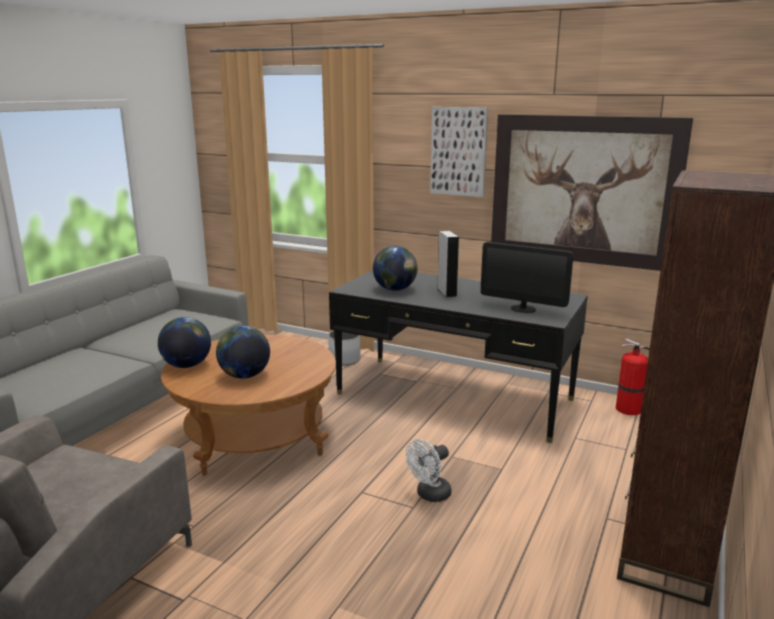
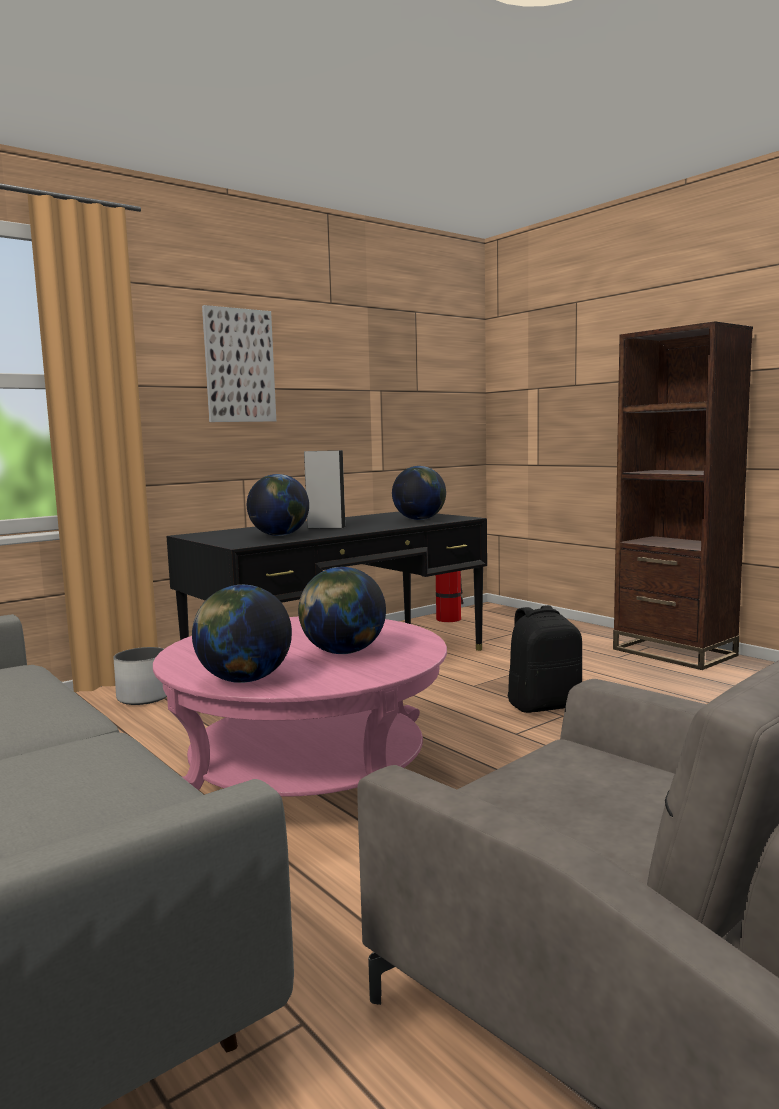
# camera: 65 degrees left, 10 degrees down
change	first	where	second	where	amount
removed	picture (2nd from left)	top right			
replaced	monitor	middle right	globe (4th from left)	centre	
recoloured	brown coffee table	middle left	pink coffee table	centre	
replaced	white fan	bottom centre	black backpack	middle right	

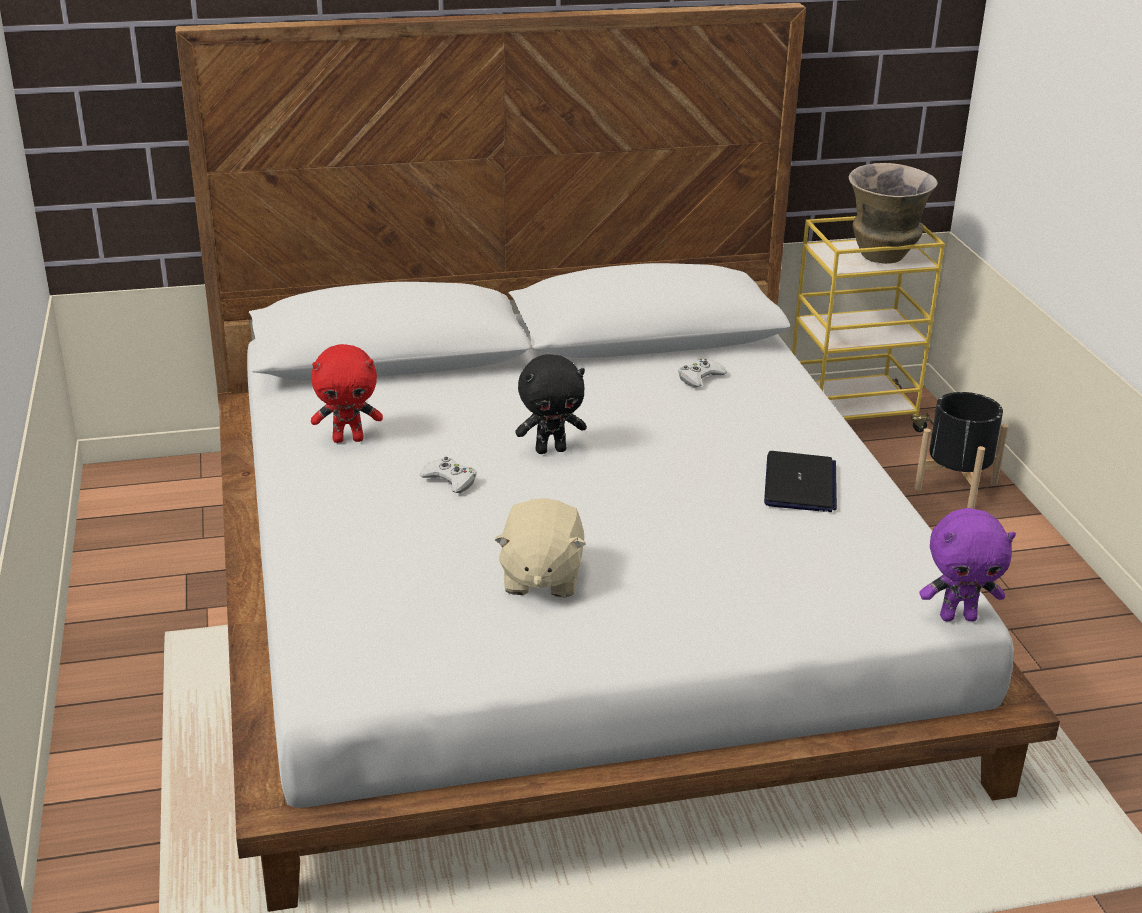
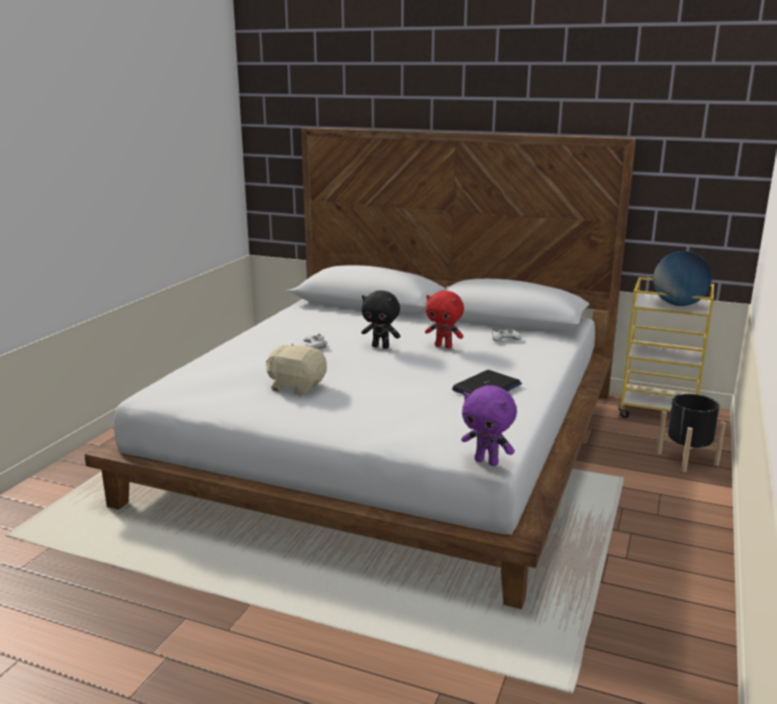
# camera: 35 degrees right, 10 degrees down
change	first	where	second	where	amount
replaced	vase	top right	globe	middle right	
moved	red plush toy	middle left		centre	
turned	beige plush toy	centre		centre	75 degrees clockwise

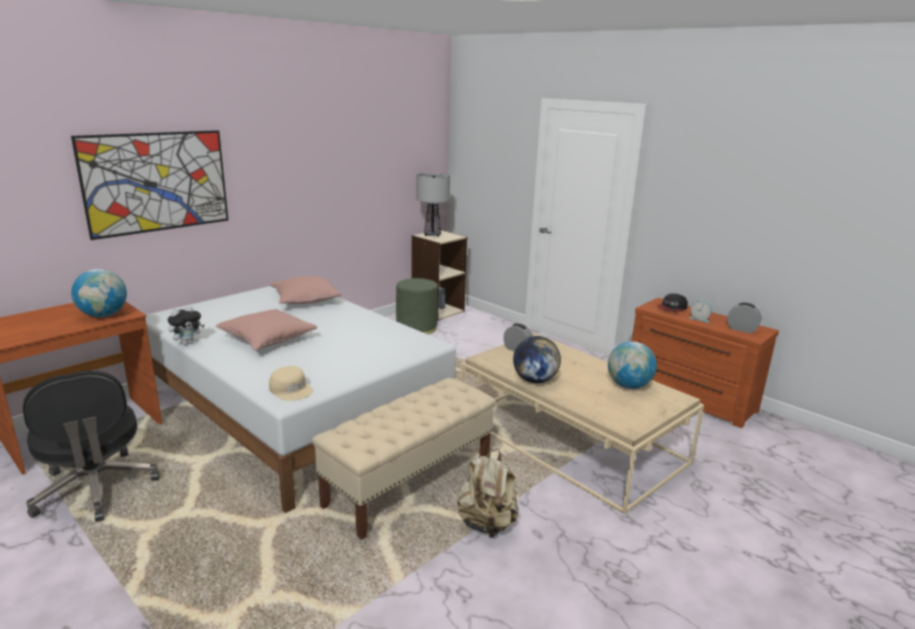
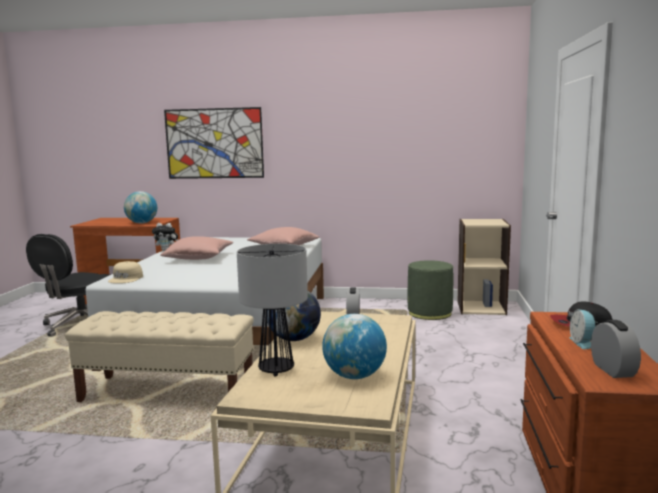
# camera: 55 degrees right, 10 degrees down
change	first	where	second	where	amount
moved	table lamp	top centre		centre	
removed	beige backpack	bottom centre			

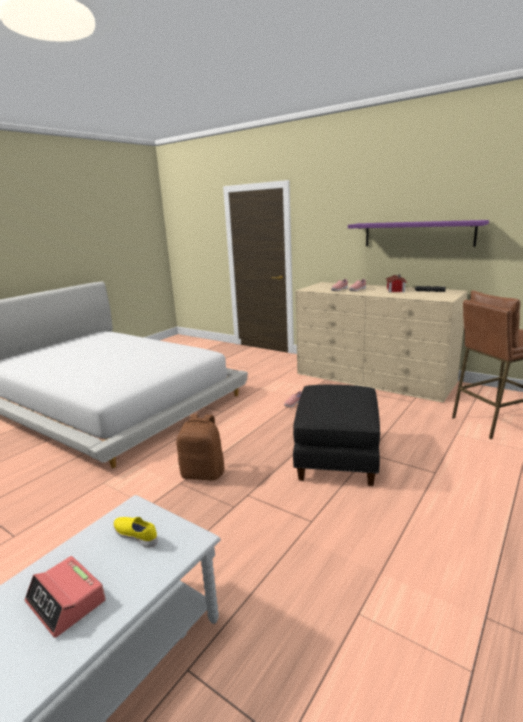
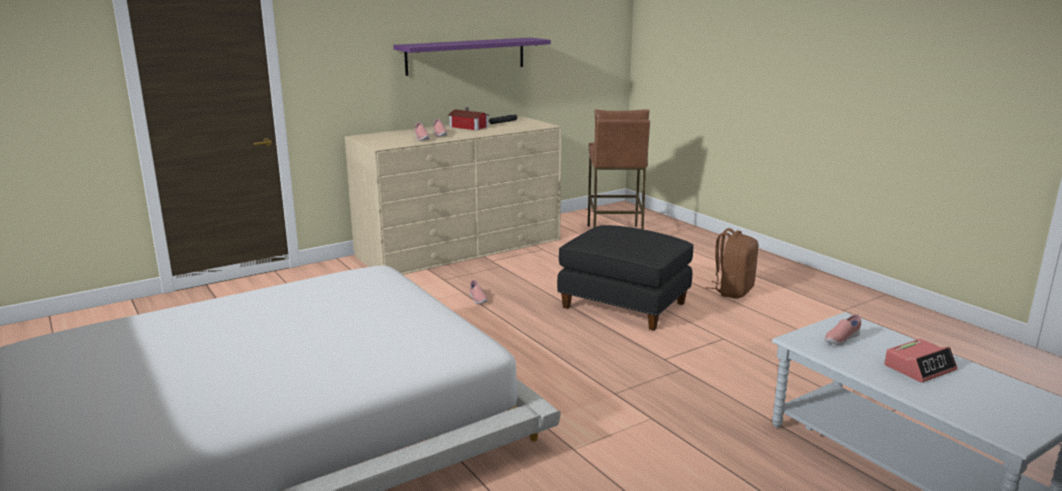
# camera: 70 degrees left, 0 degrees up
change	first	where	second	where	amount
moved	brown backpack	centre		middle right	
recoloured	yellow shoe	bottom left	pink shoe (4th from left)	bottom right	

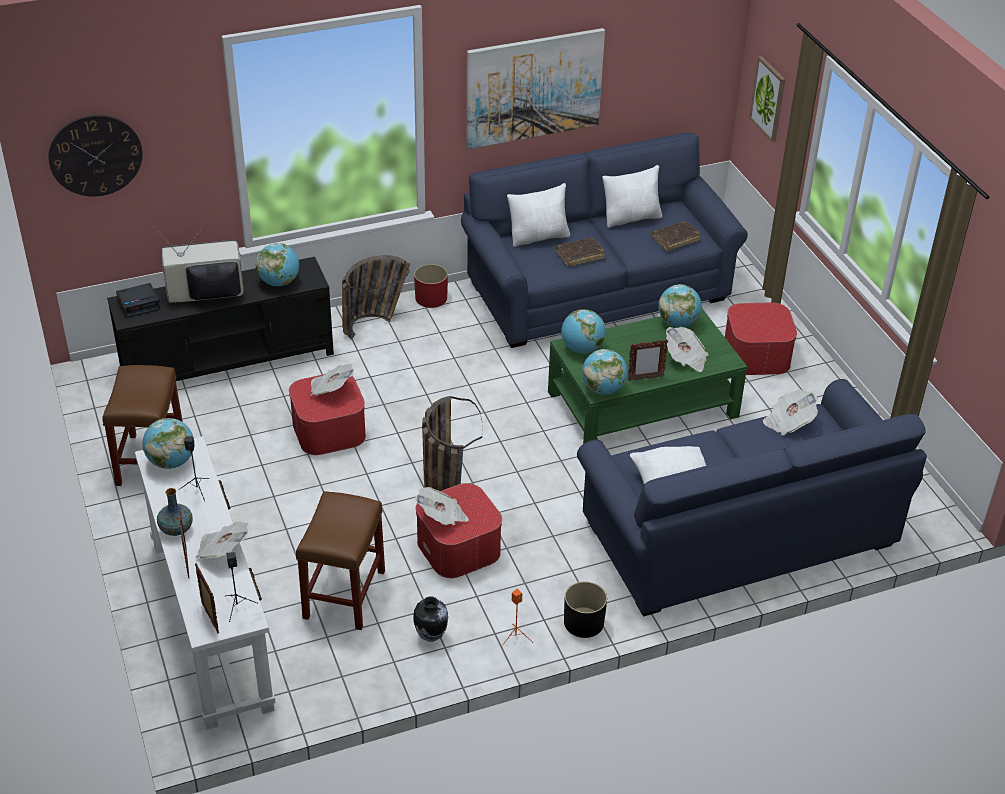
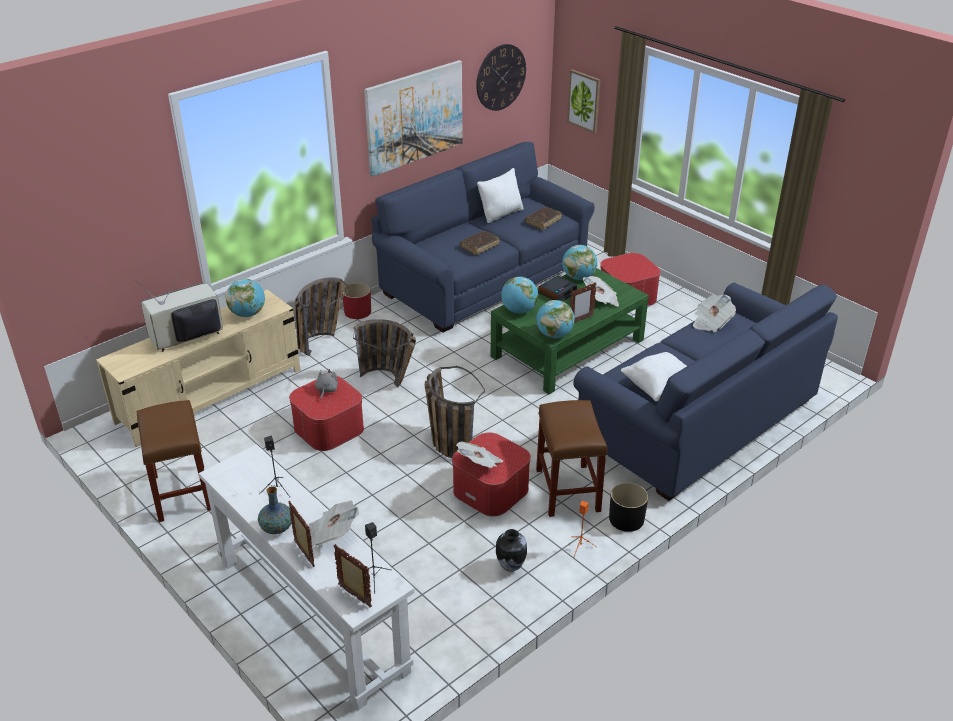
# camera: 20 degrees left, 5 degrees down
change	first	where	second	where	amount
moved	wall clock	top left		top centre	
removed	white pillow (1st from left)	top centre			
recoloured	black tv stand	middle left	beige tv stand	middle left	
moved	alarm clock	middle left		centre	
replaced	newspaper (2nd from left)	middle left	grey plush toy	centre	
removed	globe (1st from left)	middle left			
moved	brown stool (2nd from left)	bottom centre		centre	
added			basket (2nd from left)	centre	

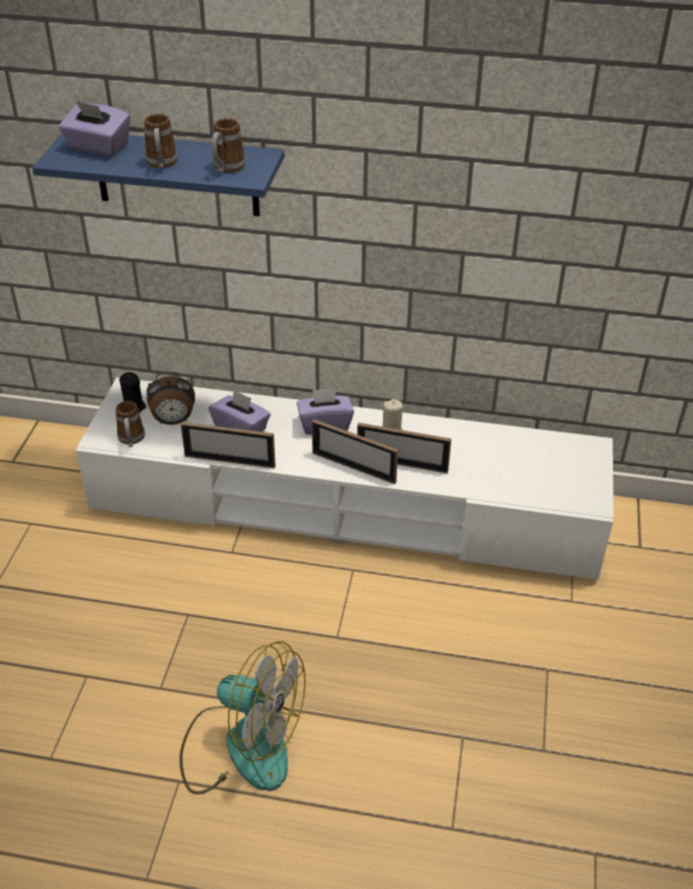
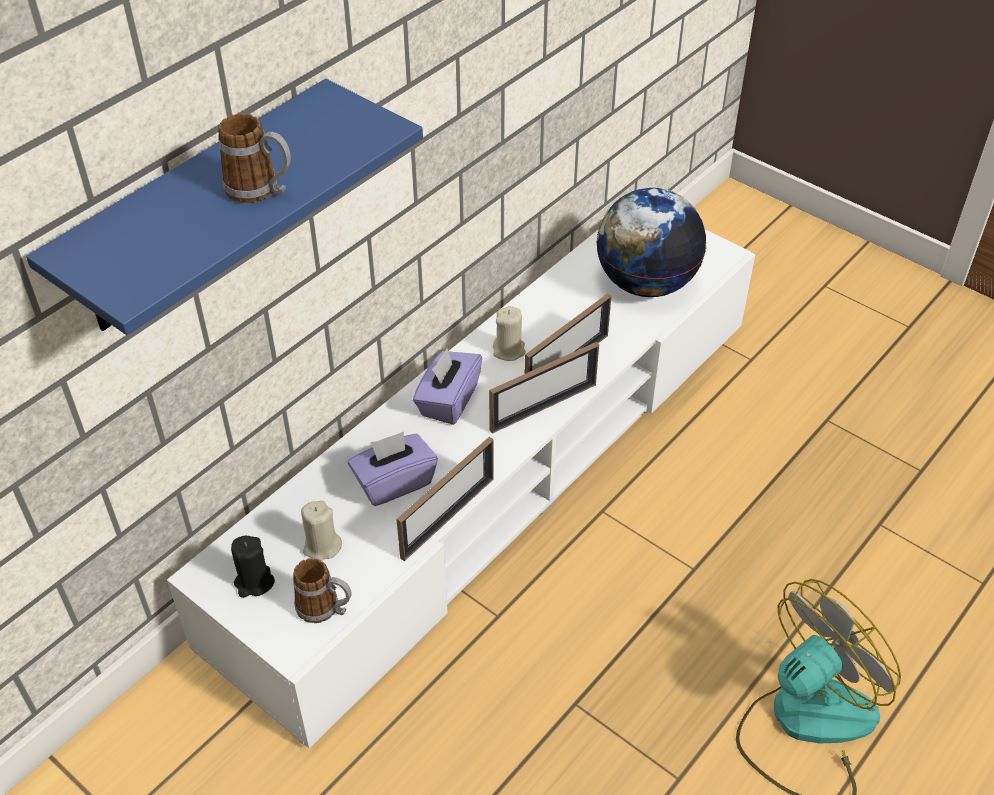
# camera: 60 degrees left, 5 degrees up
change	first	where	second	where	amount
removed	purple tissue box (1st from left)	top left			
removed	mug (3rd from left)	top left			
replaced	alarm clock	middle left	beige candle (1st from left)	bottom left	
added			globe	top centre	

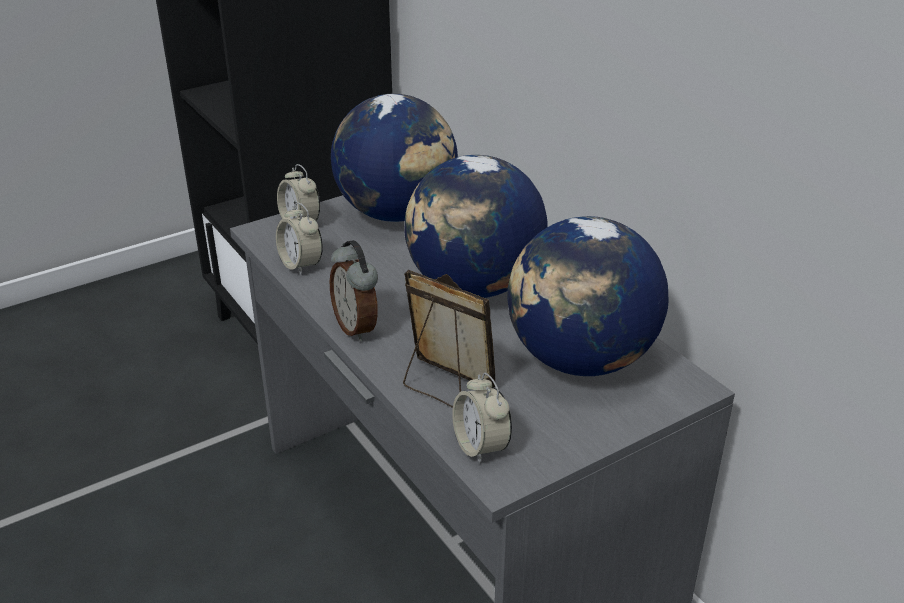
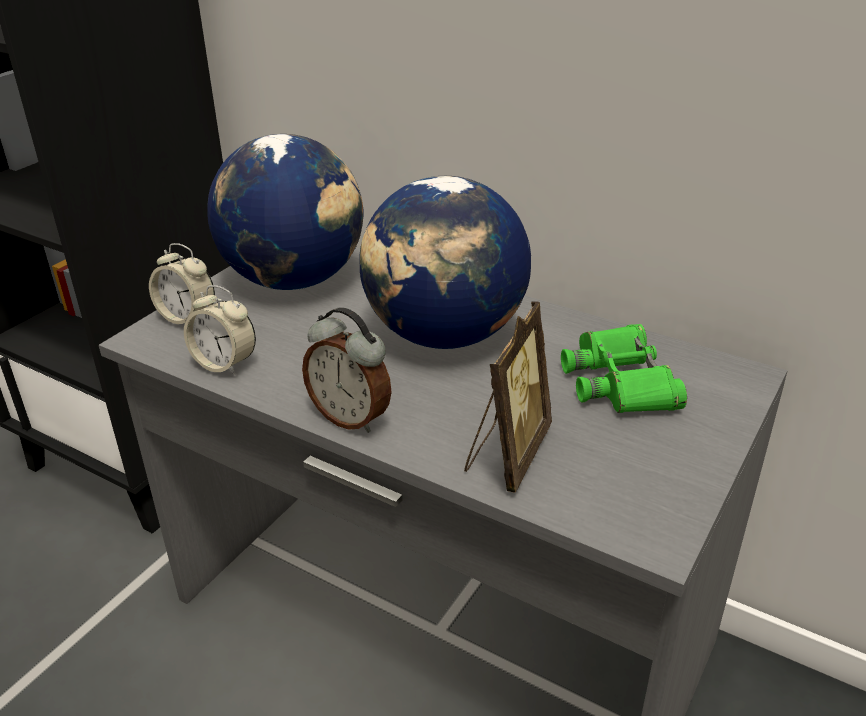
# camera: 25 degrees left, 0 degrees up
change	first	where	second	where	amount
replaced	globe (3rd from left)	centre	green binoculars	middle right	
turned	picture frame	centre		centre	105 degrees clockwise
removed	alarm clock (4th from left)	bottom centre			

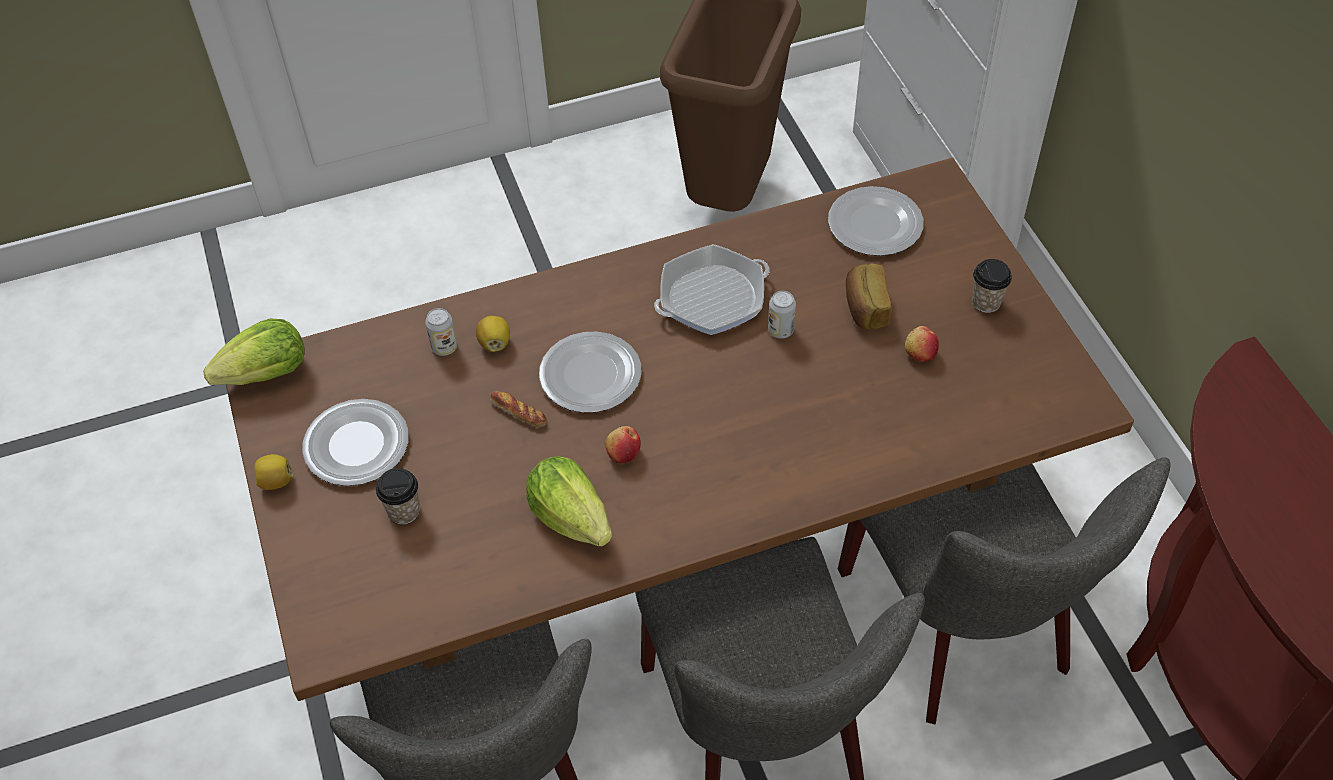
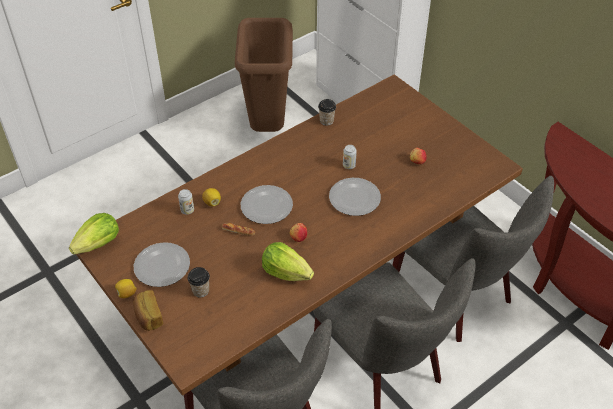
# camera: 20 degrees left, 5 degrees down
change	first	where	second	where	amount
moved	plate (3rd from left)	top centre		centre	
removed	frying pan	centre			
moved	cup (2nd from left)	middle right		top centre	
moved	bread (2nd from left in the first image)	centre	bread (1st from left)	bottom left	

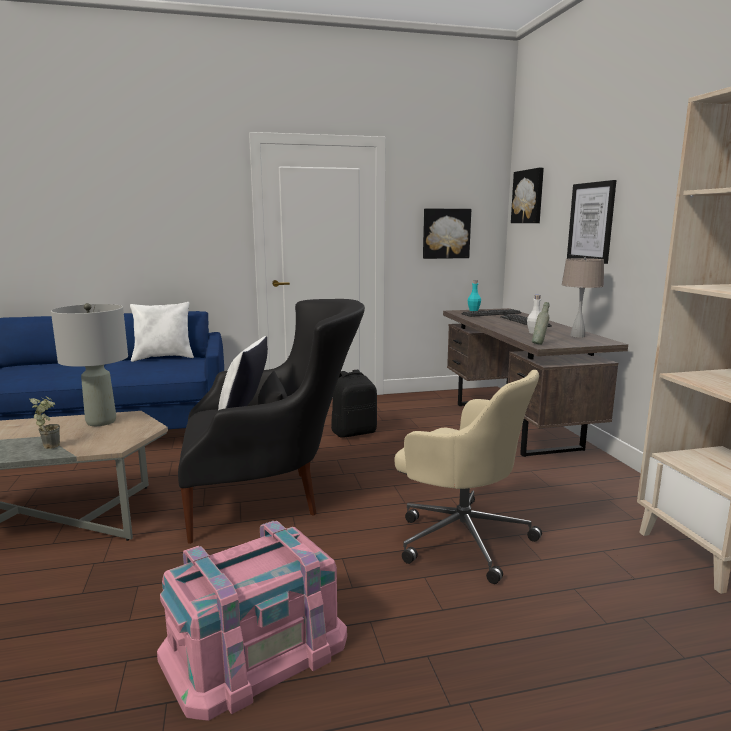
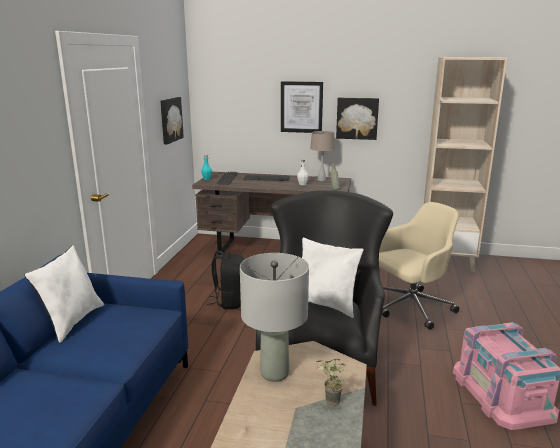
# camera: 65 degrees left, 5 degrees up
change	first	where	second	where	amount
moved	picture (2nd from left in the first image)	top right	picture (3rd from left)	top centre	

